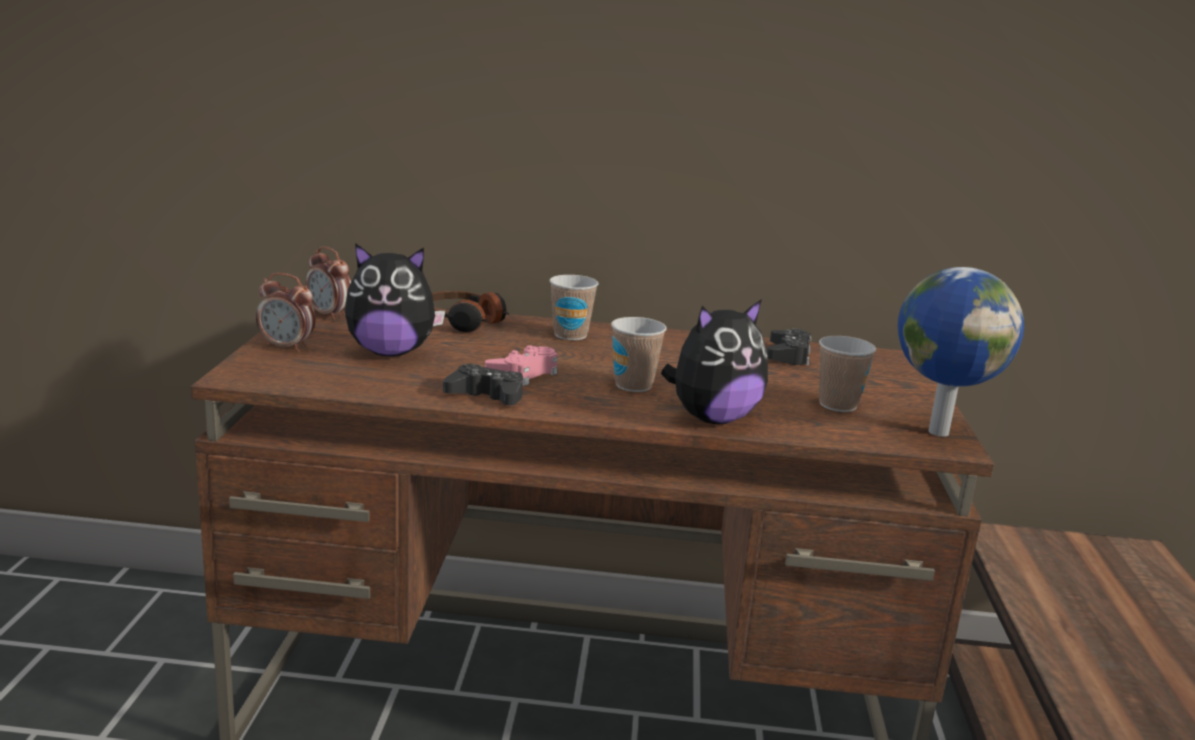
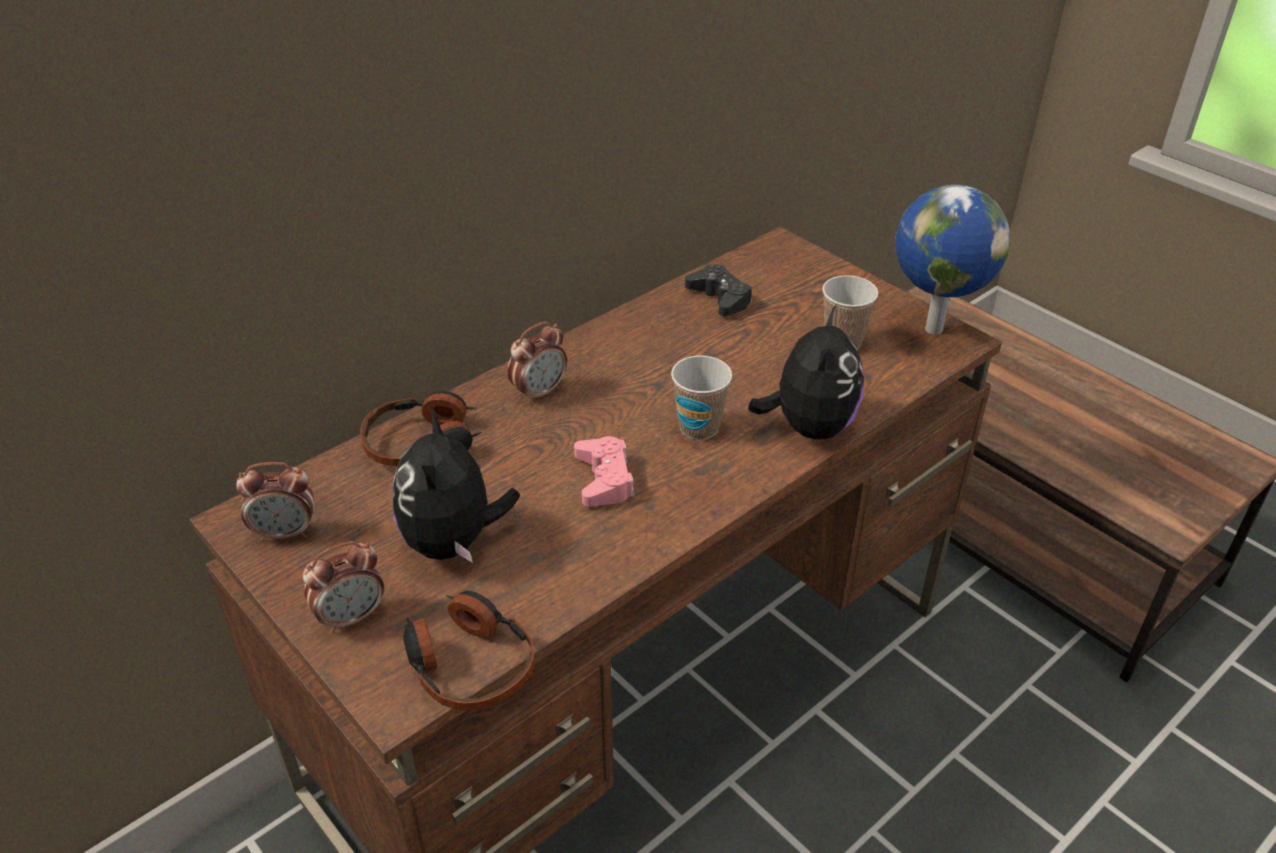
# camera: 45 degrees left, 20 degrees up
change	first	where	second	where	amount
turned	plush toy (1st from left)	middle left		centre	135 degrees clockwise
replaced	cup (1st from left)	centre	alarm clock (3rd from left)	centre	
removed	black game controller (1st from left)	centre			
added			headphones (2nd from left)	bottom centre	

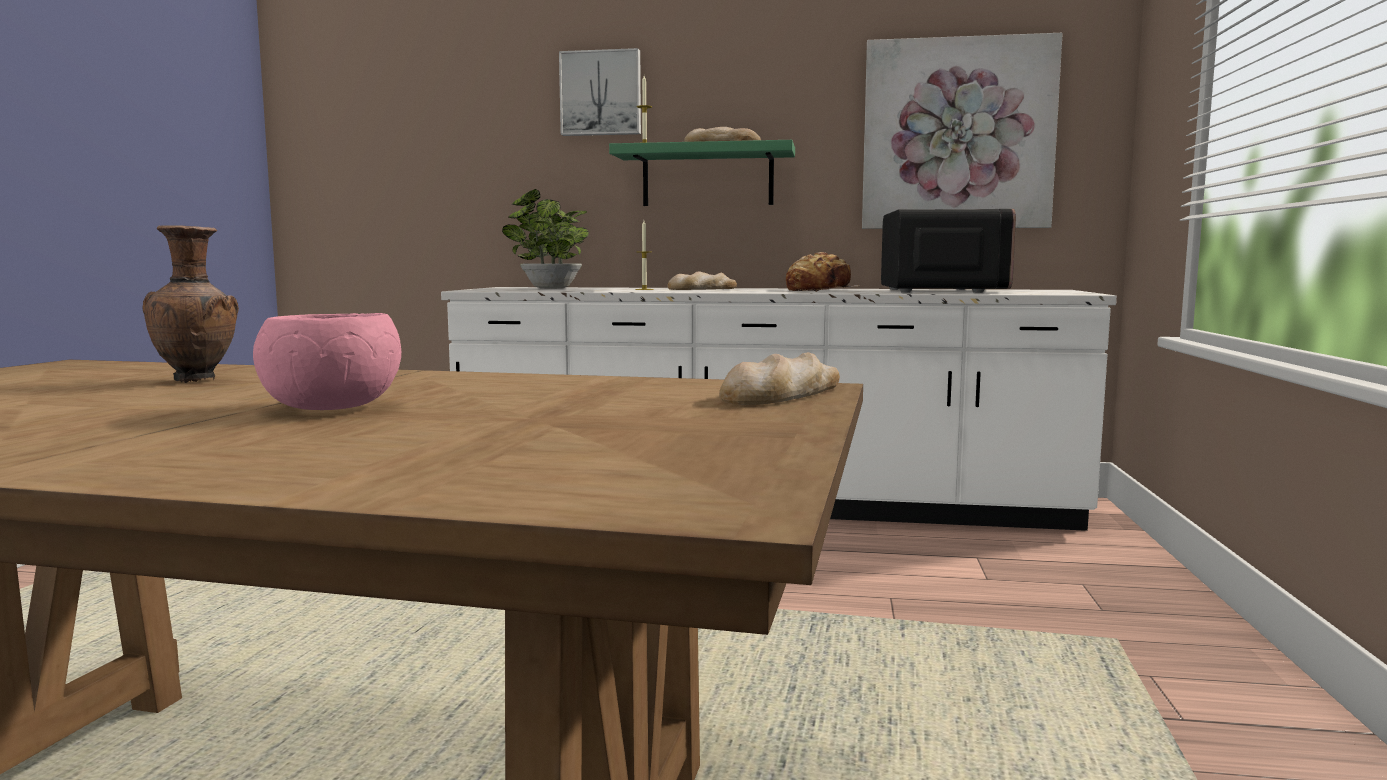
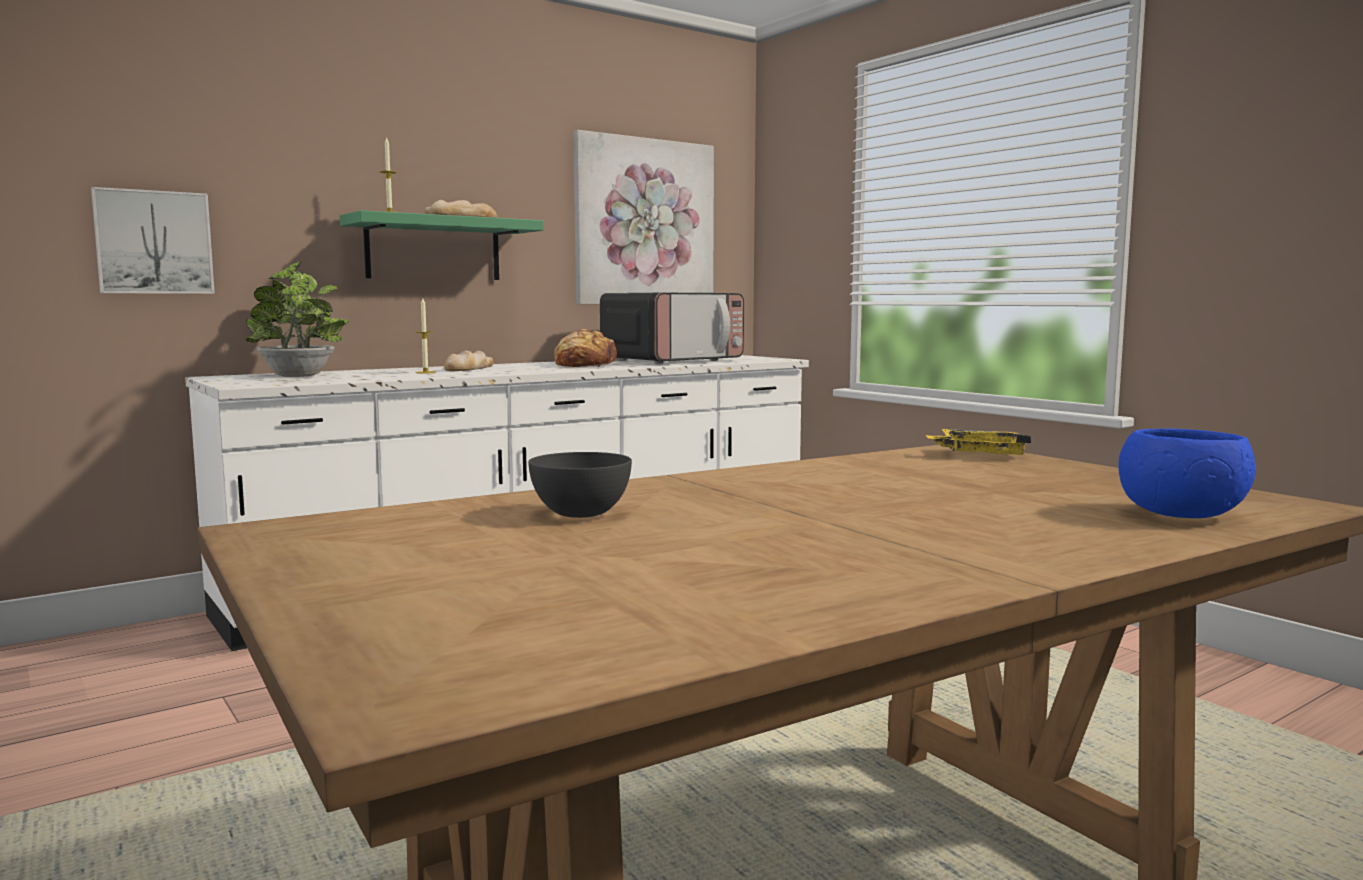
# camera: 45 degrees left, 0 degrees up
change	first	where	second	where	amount
moved	picture (1st from left)	top centre		top left	
turned	microwave	top right		centre	90 degrees clockwise
replaced	brown vase	middle left	grey bowl	centre	
removed	pink bowl	middle left			
replaced	bread (3rd from left)	centre	yellow tray	middle right	
added			blue bowl	middle right	

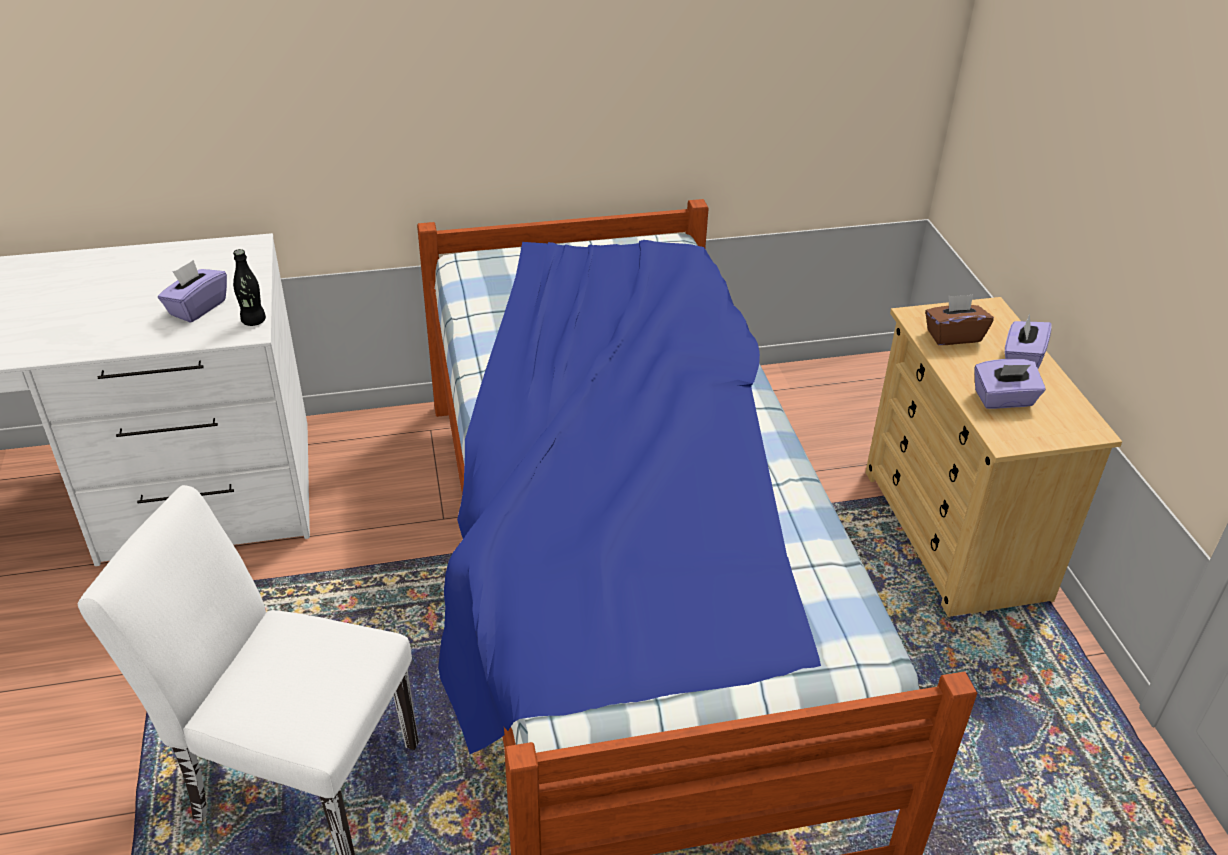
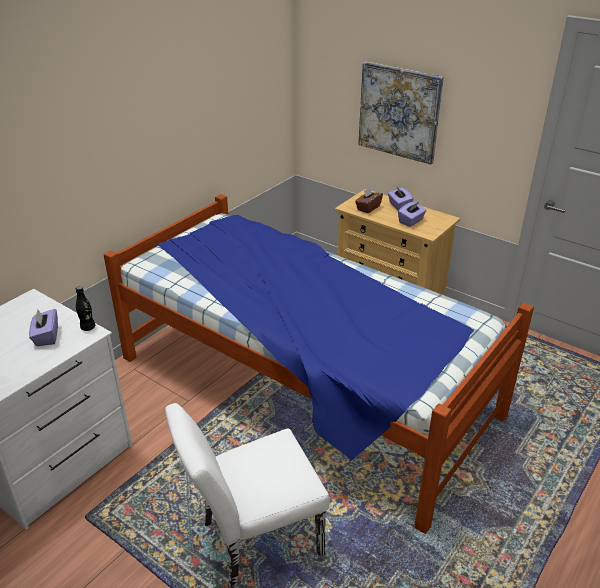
# camera: 40 degrees left, 5 degrees down
change	first	where	second	where	amount
added			picture	top right	

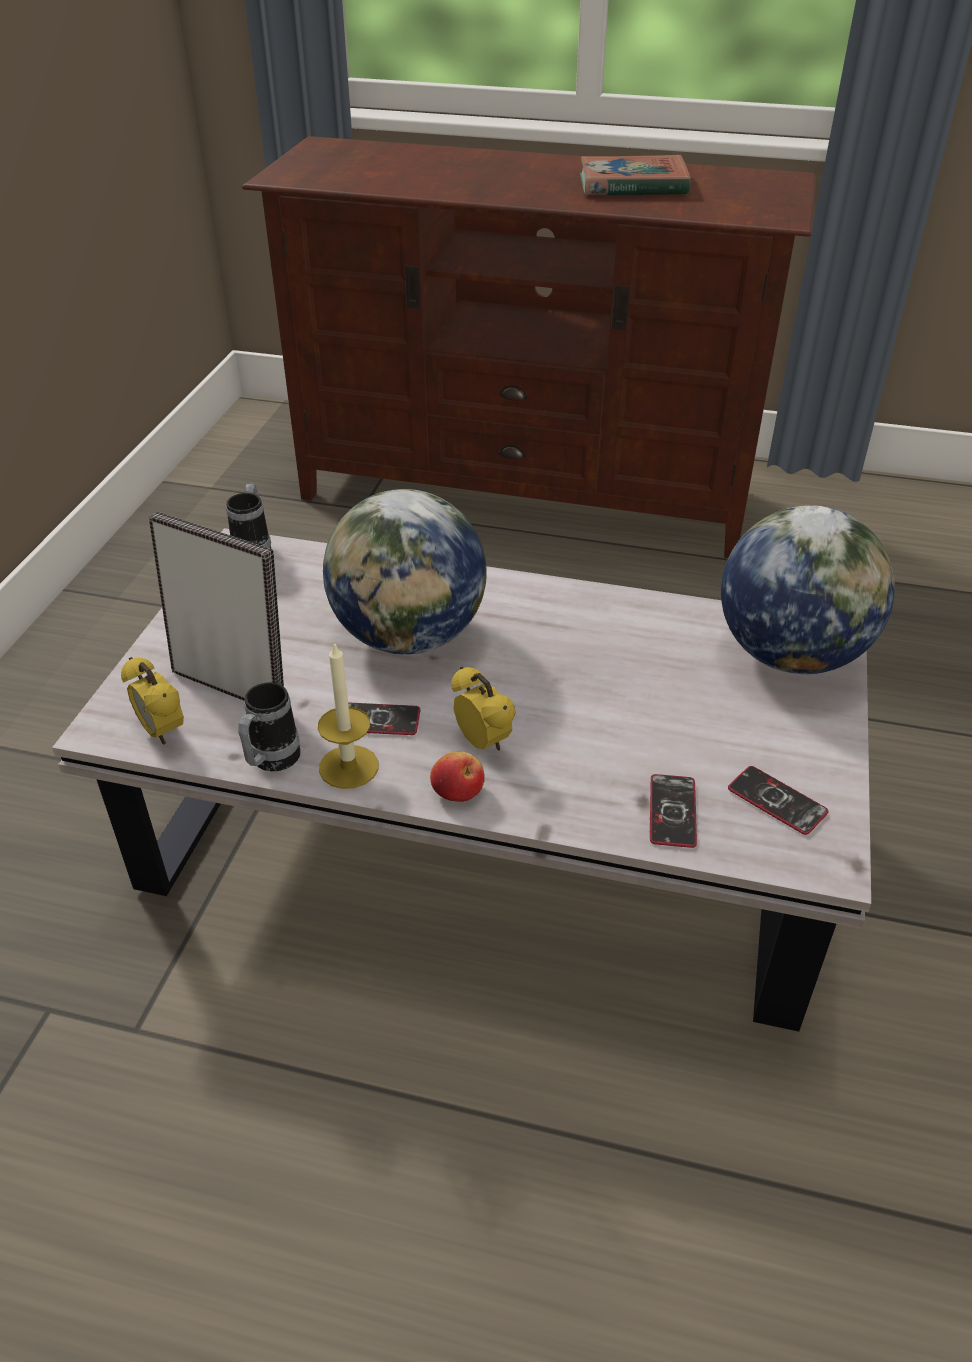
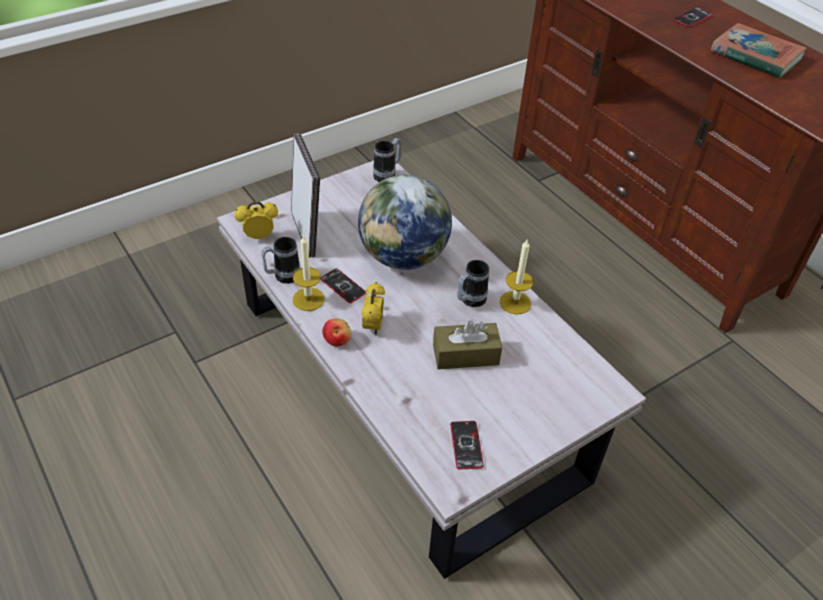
# camera: 40 degrees right, 5 degrees up
change	first	where	second	where	amount
removed	globe (2nd from left)	middle right			
turned	alarm clock (1st from left)	middle left		middle left	75 degrees clockwise
moved	phone (2nd from left in the first image)	middle right	phone (3rd from left)	top right	
added			candle (2nd from left)	centre	
added			mug (3rd from left)	centre	
added			brown tissue box	centre	

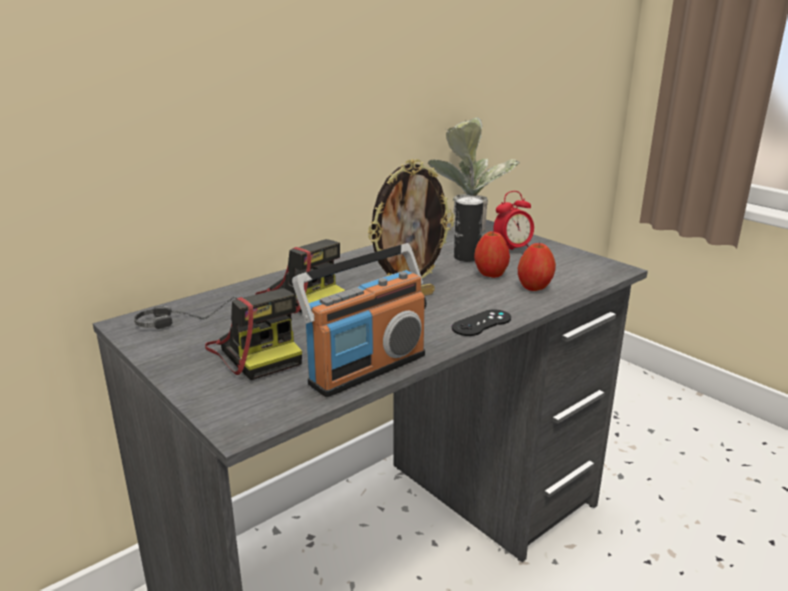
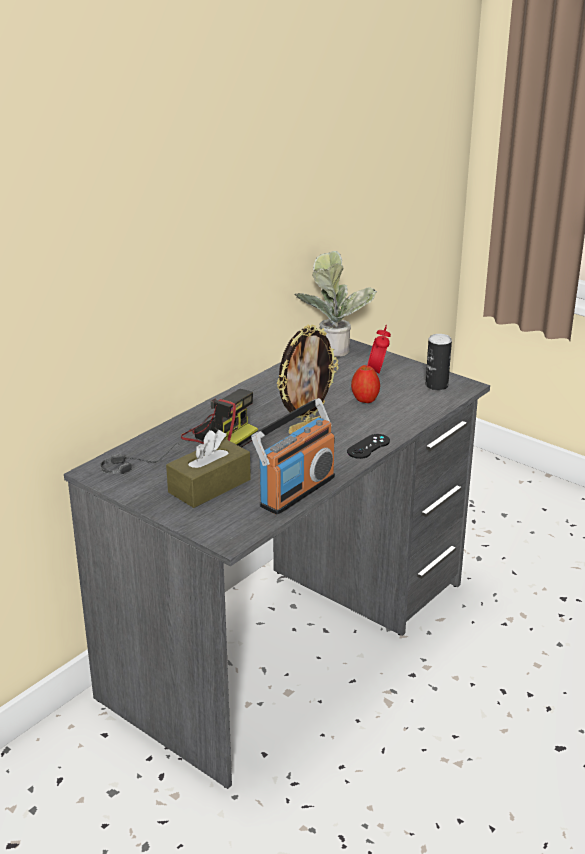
# camera: 10 degrees left, 5 degrees up
change	first	where	second	where	amount
turned	alarm clock	centre		centre	135 degrees clockwise
moved	can	centre		middle right	
removed	apple (2nd from left)	middle right			
replaced	photo camera (1st from left)	middle left	brown tissue box	centre	

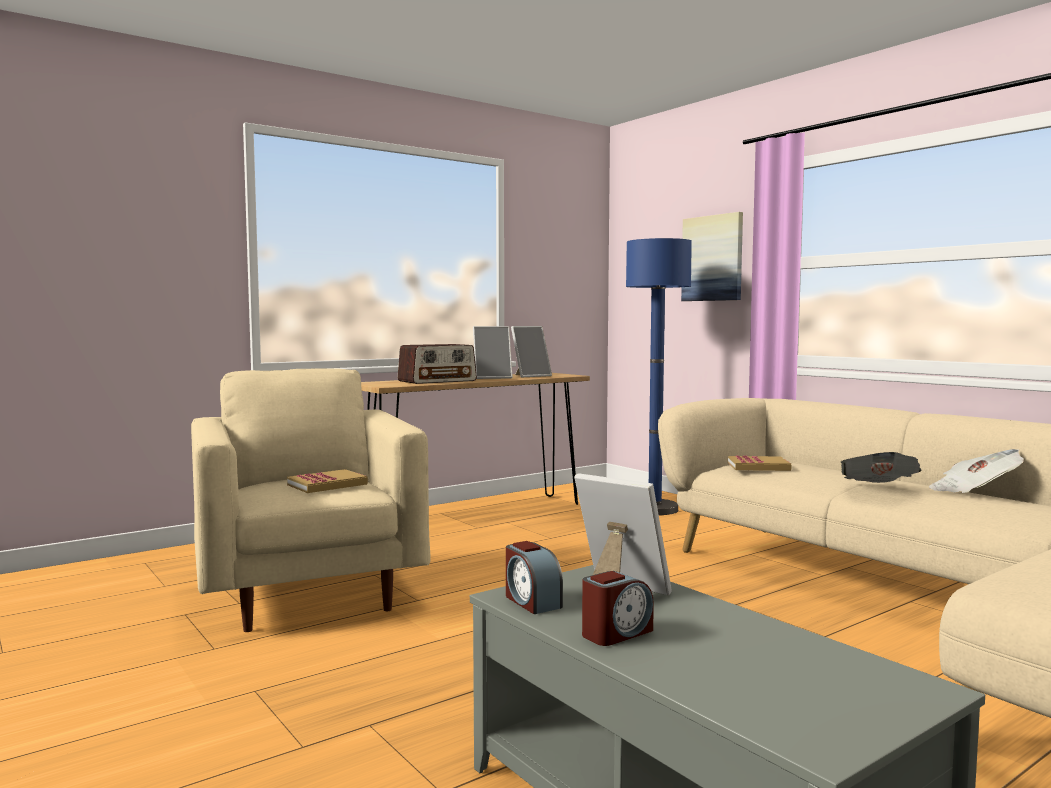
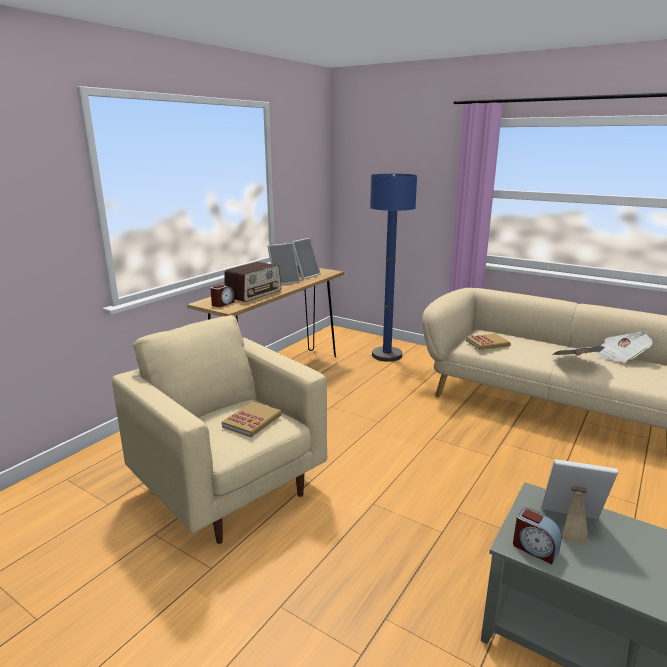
# camera: 20 degrees left, 15 degrees up
change	first	where	second	where	amount
removed	picture	top right			
moved	alarm clock (2nd from left in the first image)	bottom centre	alarm clock (1st from left)	middle left	

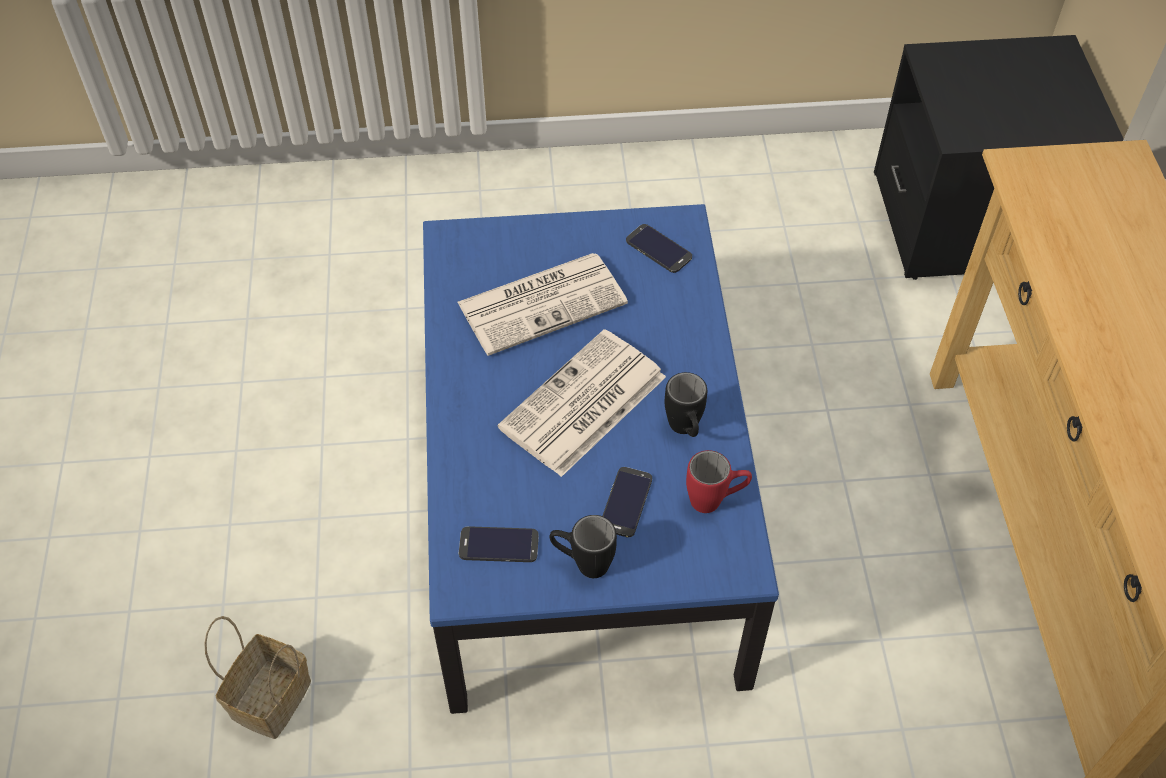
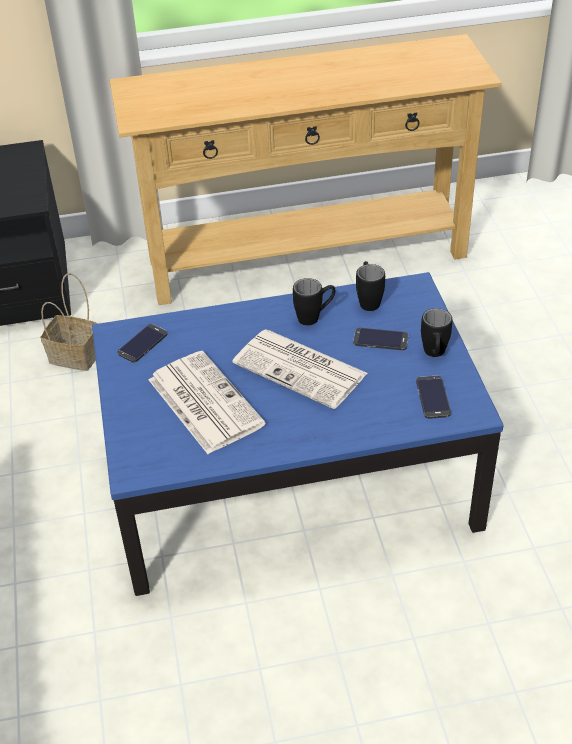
# camera: 95 degrees left, 10 degrees down
change	first	where	second	where	amount
recoloured	red mug	centre	black mug (2nd from left)	centre	
moved	basket	bottom left		middle left	

